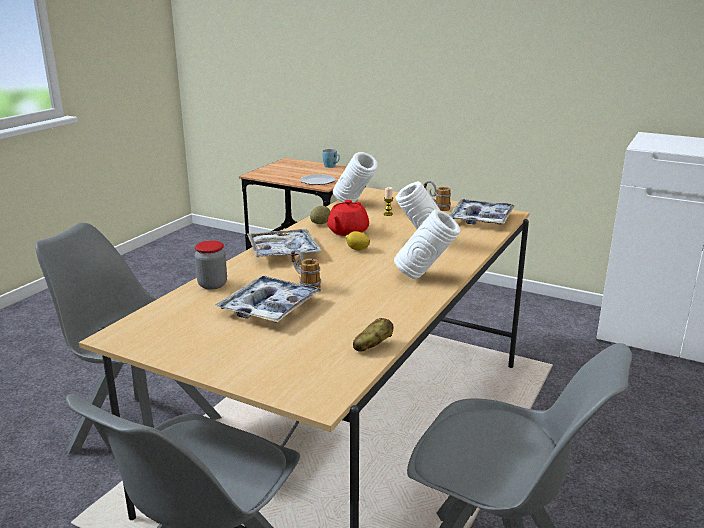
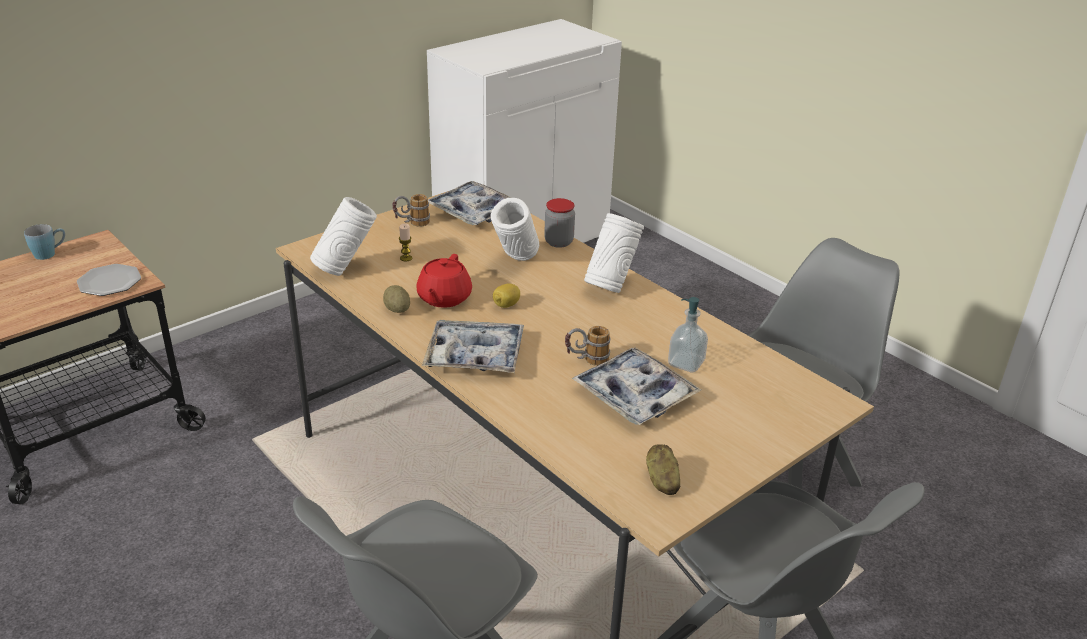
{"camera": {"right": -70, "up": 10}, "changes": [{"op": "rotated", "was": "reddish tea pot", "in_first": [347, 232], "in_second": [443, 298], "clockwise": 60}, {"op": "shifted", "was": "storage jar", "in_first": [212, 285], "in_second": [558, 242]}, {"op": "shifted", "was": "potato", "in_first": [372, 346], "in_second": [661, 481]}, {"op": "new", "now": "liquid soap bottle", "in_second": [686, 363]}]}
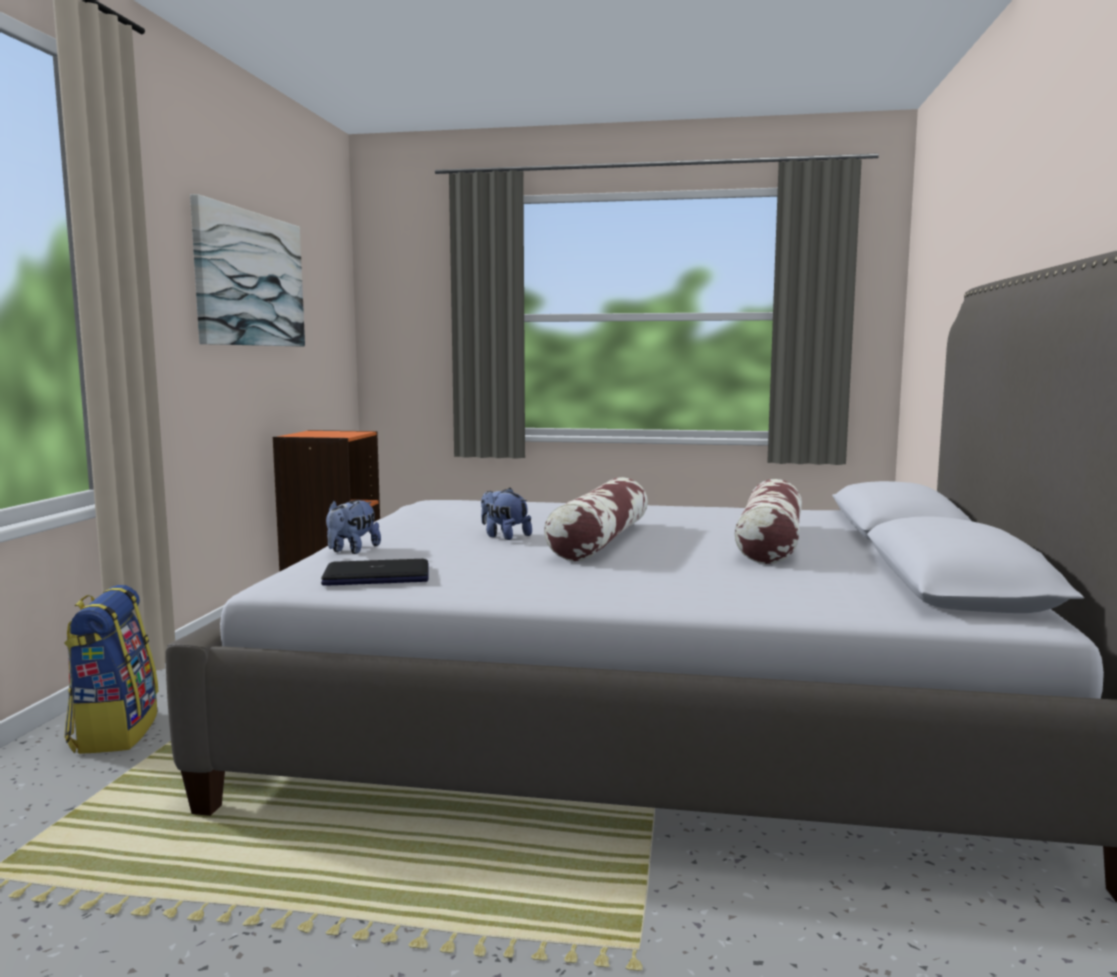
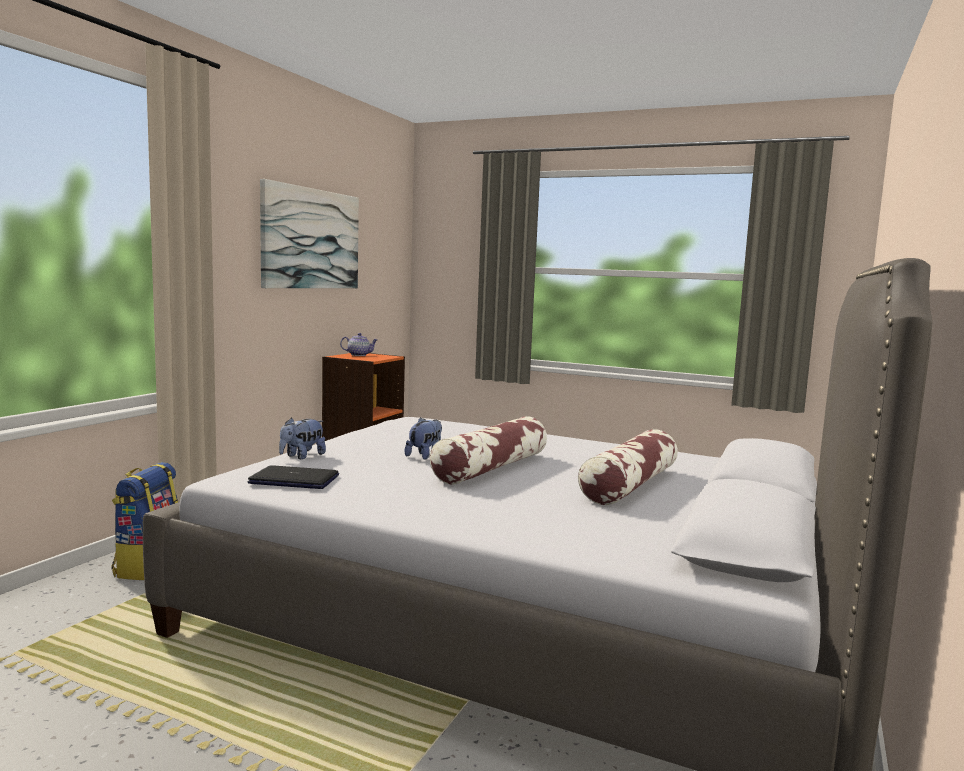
{"camera": {"right": 15, "up": 0}, "changes": [{"op": "new", "now": "tea pot", "in_second": [359, 355]}, {"op": "rotated", "was": "plush toy", "in_first": [504, 536], "in_second": [425, 455], "clockwise": 60}]}
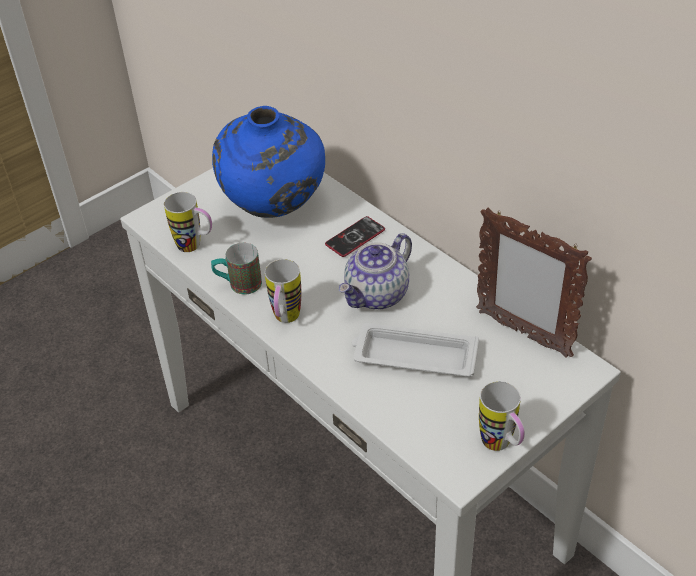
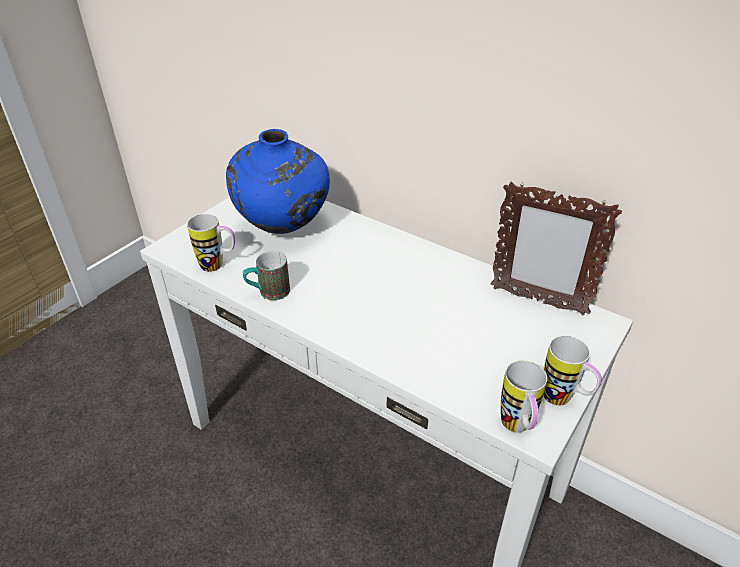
{"camera": {"right": -15, "up": -5}, "changes": [{"op": "shifted", "was": "coffee mug", "in_first": [285, 320], "in_second": [517, 429]}, {"op": "gone", "was": "telephone", "in_first": [355, 237]}, {"op": "gone", "was": "tea pot", "in_first": [377, 295]}, {"op": "gone", "was": "white-coloured tray", "in_first": [413, 356]}]}
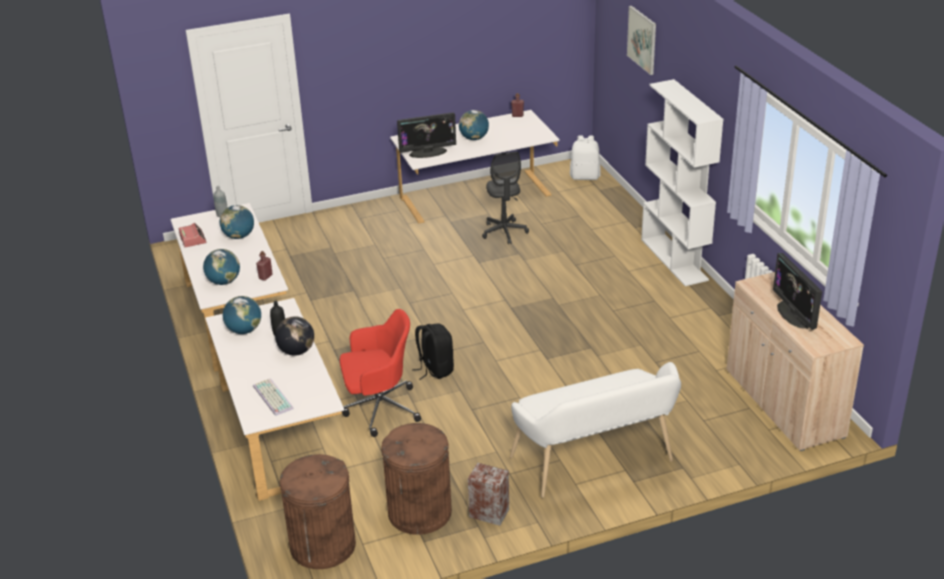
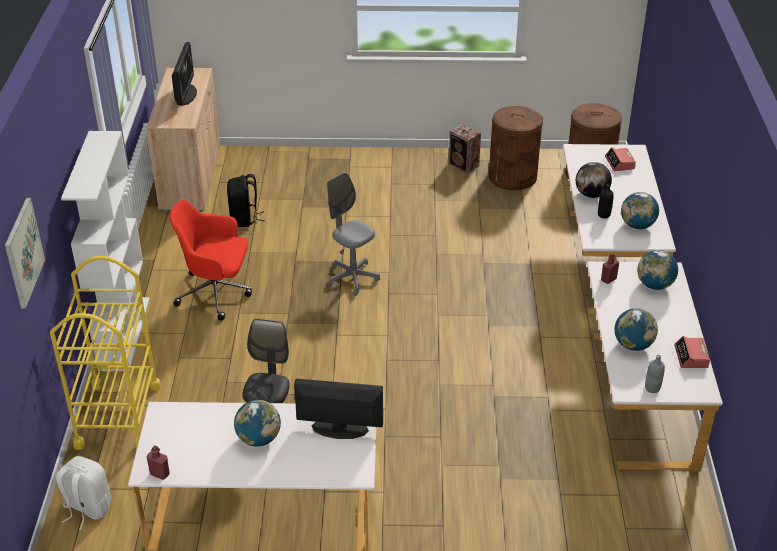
{"camera": {"right": -160, "up": 5}, "changes": [{"op": "new", "now": "yellowish cart", "in_second": [118, 416]}, {"op": "shifted", "was": "reddish office chair", "in_first": [379, 408], "in_second": [216, 293]}, {"op": "shifted", "was": "black-coloured backpack", "in_first": [435, 369], "in_second": [244, 219]}, {"op": "new", "now": "grey office chair", "in_second": [352, 278]}, {"op": "swapped", "was": "keyboard", "now": "table clock", "in_first": [271, 397], "in_second": [619, 163]}, {"op": "gone", "was": "white-coloured long seat", "in_first": [596, 463]}]}
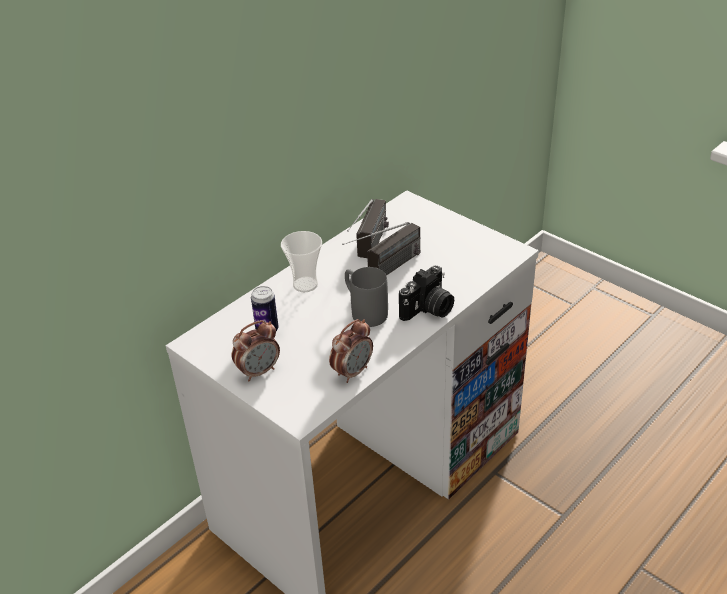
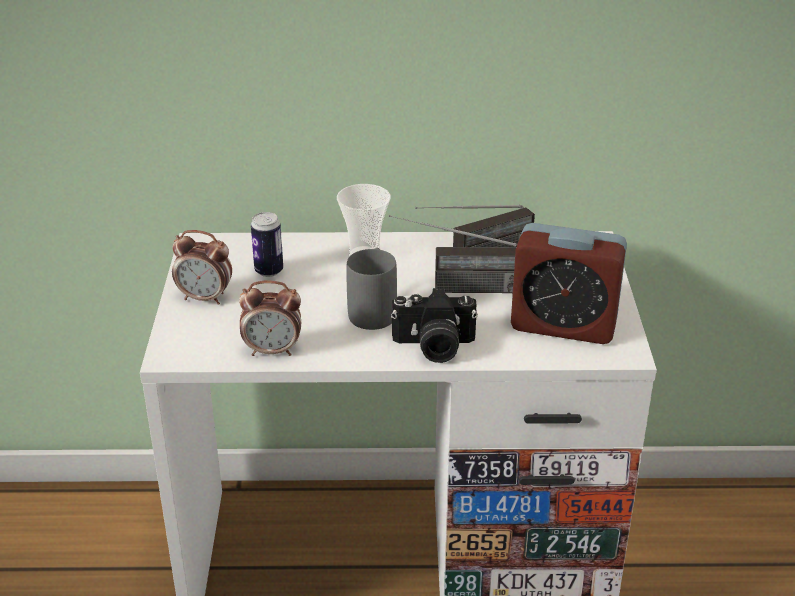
{"camera": {"right": 45, "up": -5}, "changes": [{"op": "new", "now": "table clock", "in_second": [563, 325]}]}
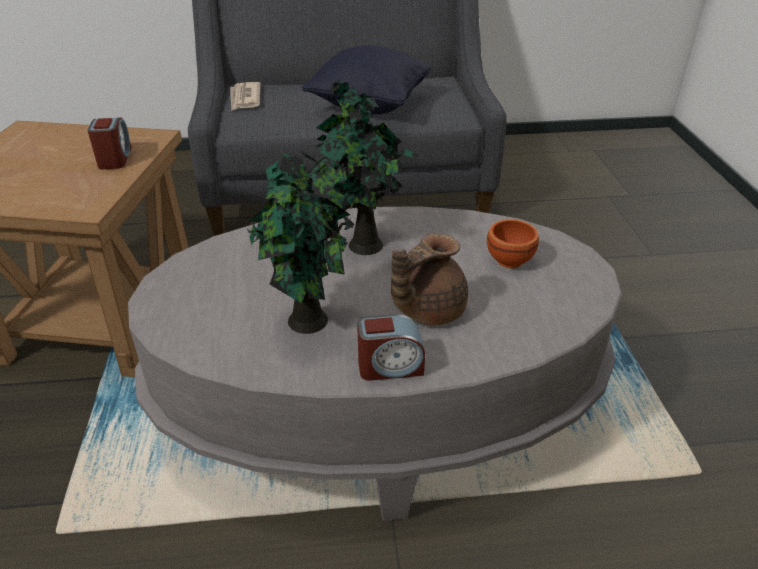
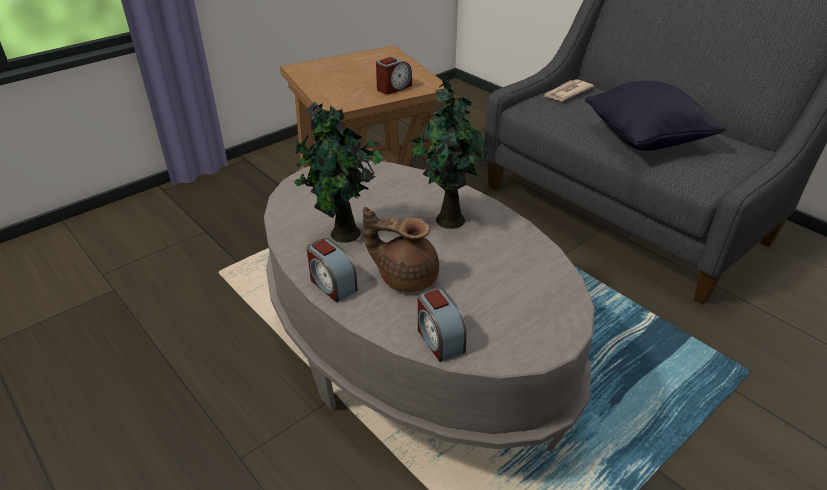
{"camera": {"right": 55, "up": 0}, "changes": [{"op": "new", "now": "table clock", "in_second": [439, 339]}, {"op": "gone", "was": "brown serving bowl", "in_first": [511, 260]}]}
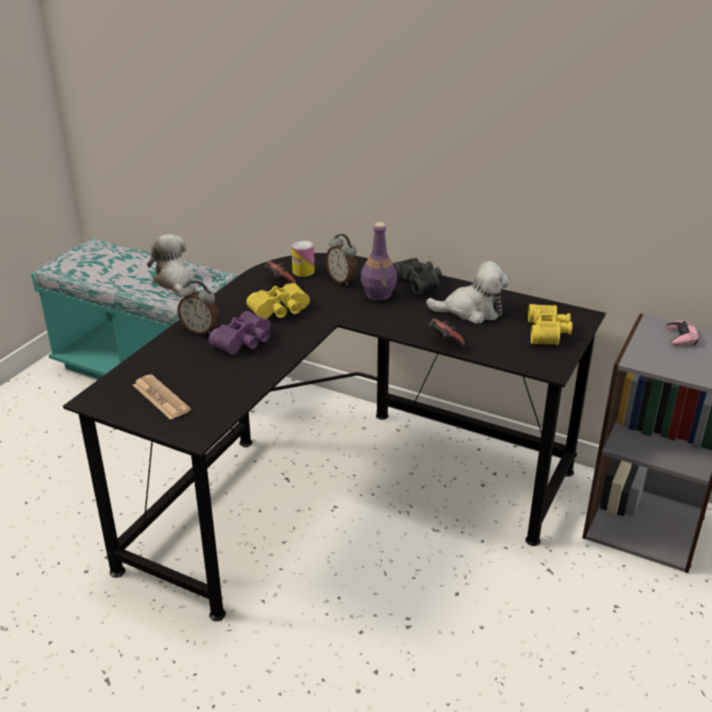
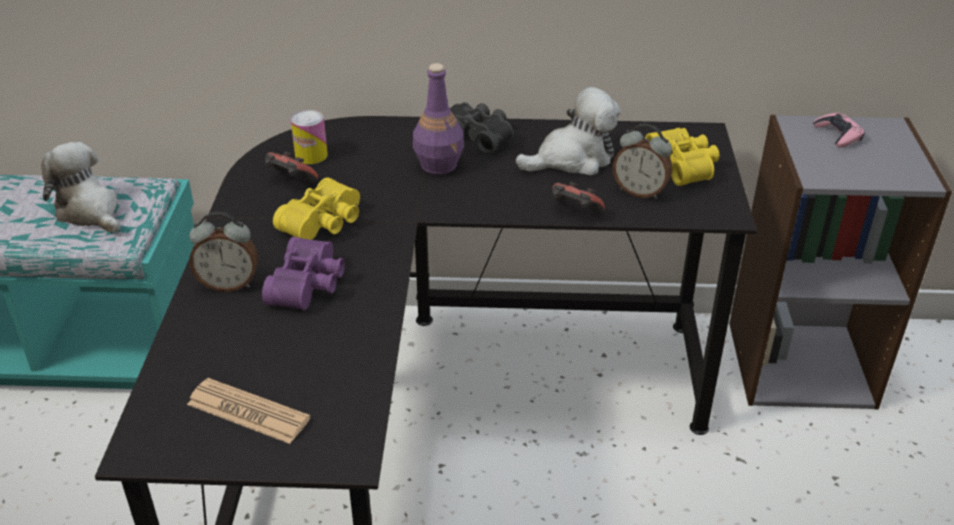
{"camera": {"right": -25, "up": 5}, "changes": [{"op": "shifted", "was": "table clock", "in_first": [342, 280], "in_second": [640, 192]}]}
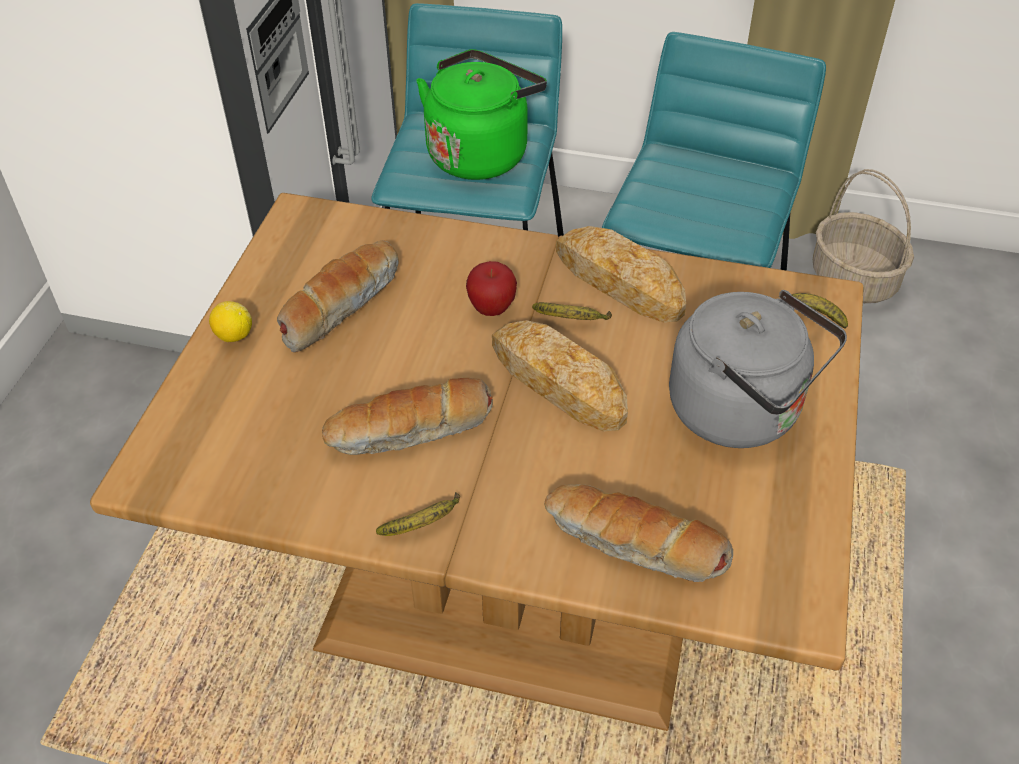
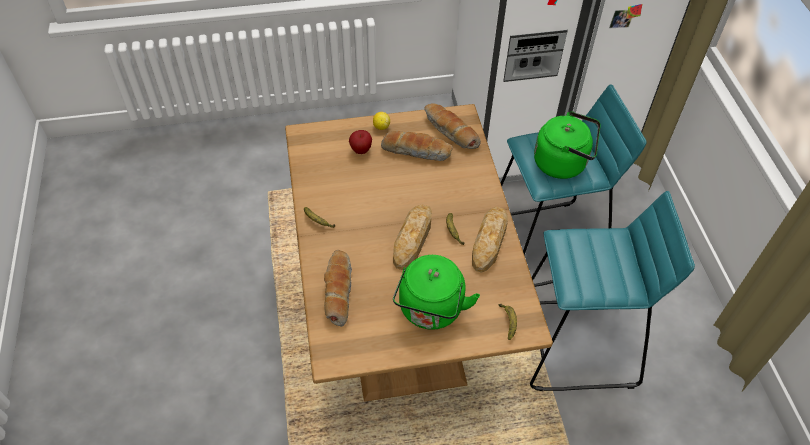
{"camera": {"right": 65, "up": 5}, "changes": [{"op": "shifted", "was": "apple fruit", "in_first": [492, 309], "in_second": [361, 150]}, {"op": "repainted", "was": "grey tea kettle", "now": "green tea kettle", "in_first": [742, 412], "in_second": [430, 311]}, {"op": "shifted", "was": "bread", "in_first": [411, 431], "in_second": [450, 132]}, {"op": "gone", "was": "household basket", "in_first": [854, 280]}]}
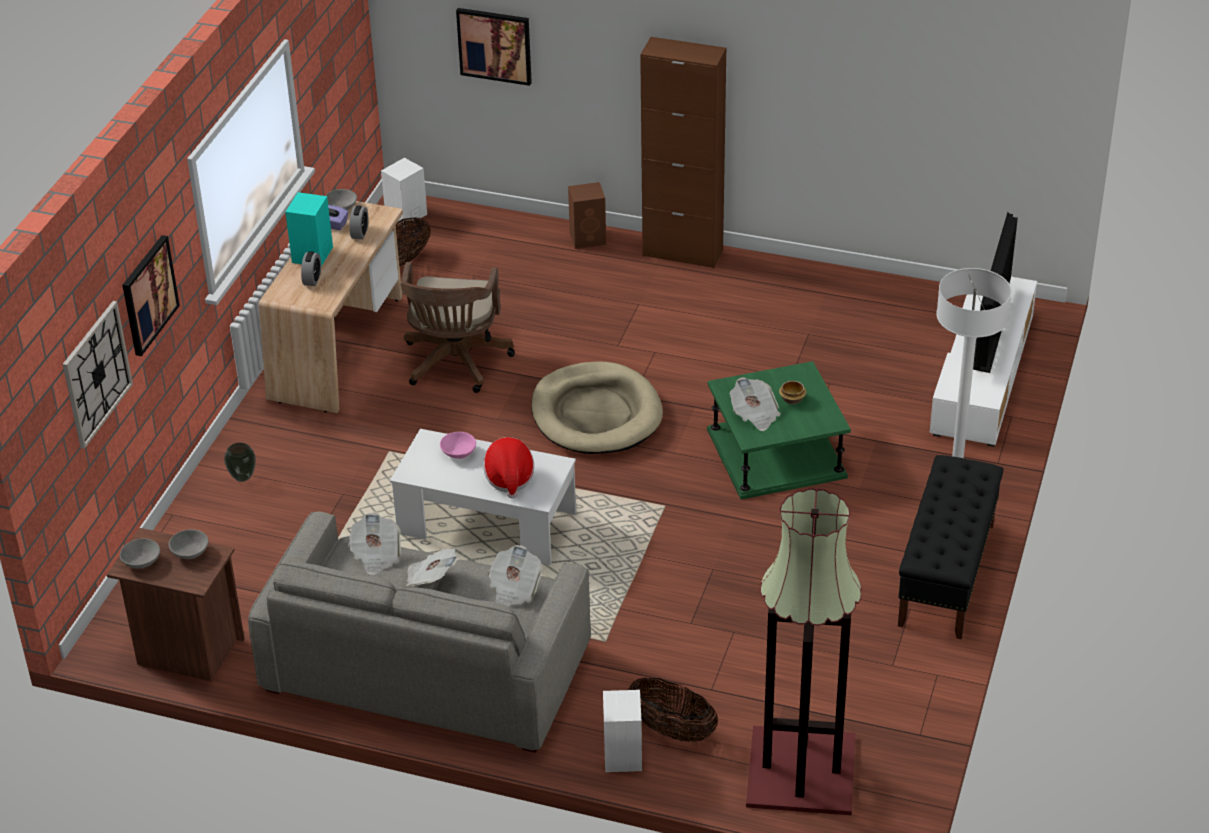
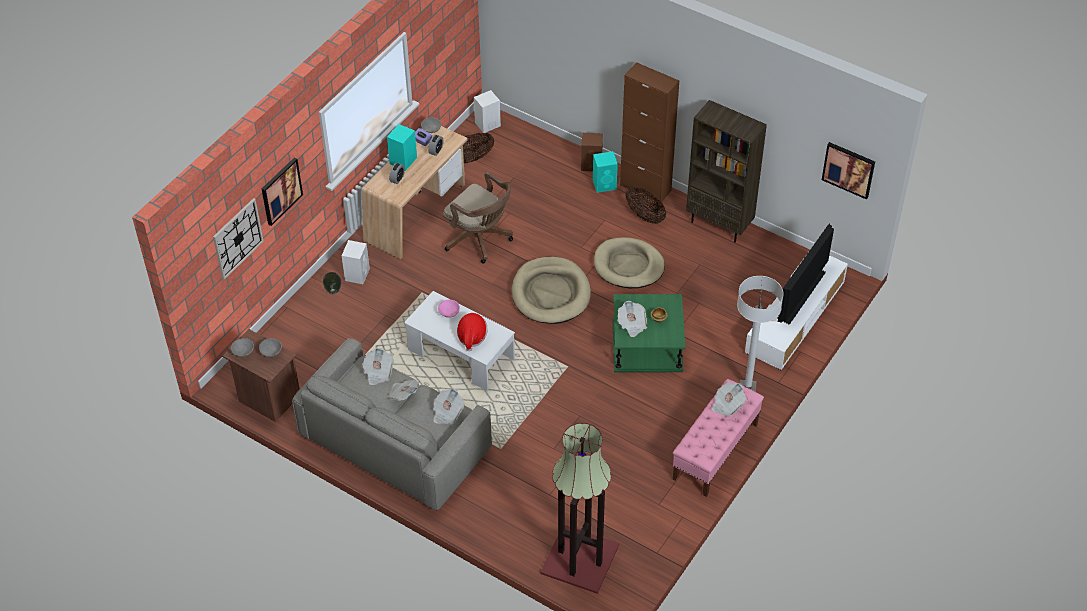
{"camera": {"right": 15, "up": 10}, "changes": [{"op": "shifted", "was": "white-coloured speaker", "in_first": [623, 755], "in_second": [357, 274]}, {"op": "rotated", "was": "brown office chair", "in_first": [455, 364], "in_second": [480, 239], "clockwise": -75}, {"op": "new", "now": "turquoise-coloured speaker", "in_second": [605, 184]}, {"op": "new", "now": "beige-coloured pet bed", "in_second": [628, 266]}, {"op": "shifted", "was": "household basket", "in_first": [671, 730], "in_second": [645, 215]}, {"op": "repainted", "was": "black-coloured long seat", "now": "pink long seat", "in_first": [946, 575], "in_second": [715, 452]}, {"op": "new", "now": "brown bookshelf", "in_second": [719, 224]}, {"op": "new", "now": "printed paper", "in_second": [727, 405]}, {"op": "shifted", "was": "wall picture", "in_first": [495, 45], "in_second": [848, 169]}]}
